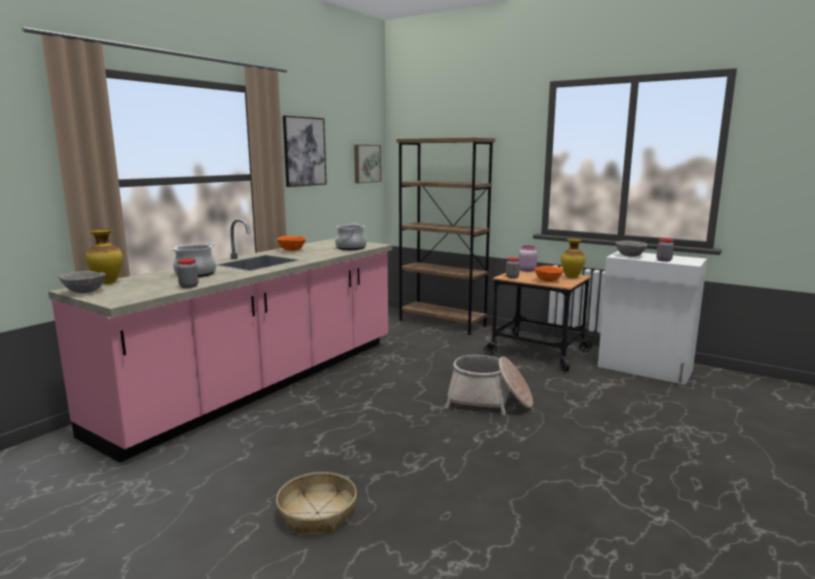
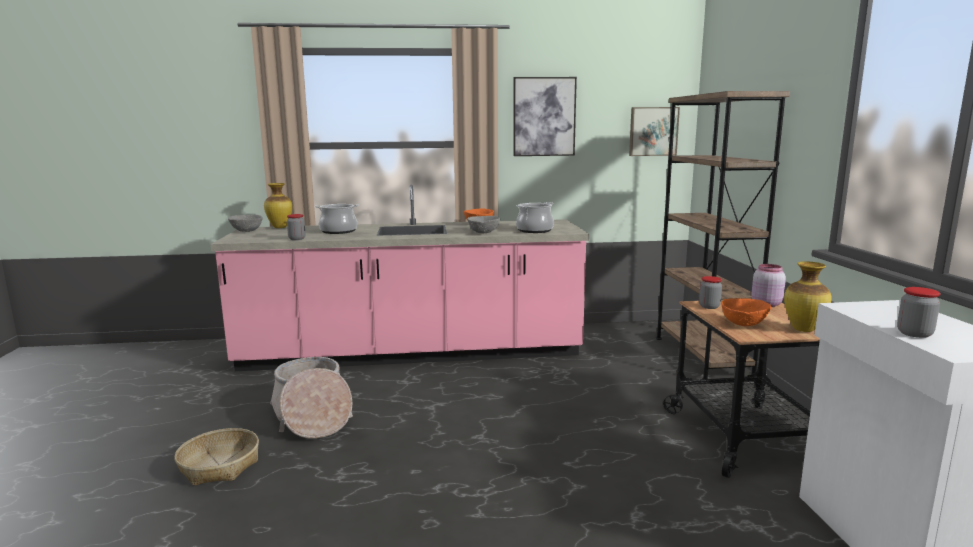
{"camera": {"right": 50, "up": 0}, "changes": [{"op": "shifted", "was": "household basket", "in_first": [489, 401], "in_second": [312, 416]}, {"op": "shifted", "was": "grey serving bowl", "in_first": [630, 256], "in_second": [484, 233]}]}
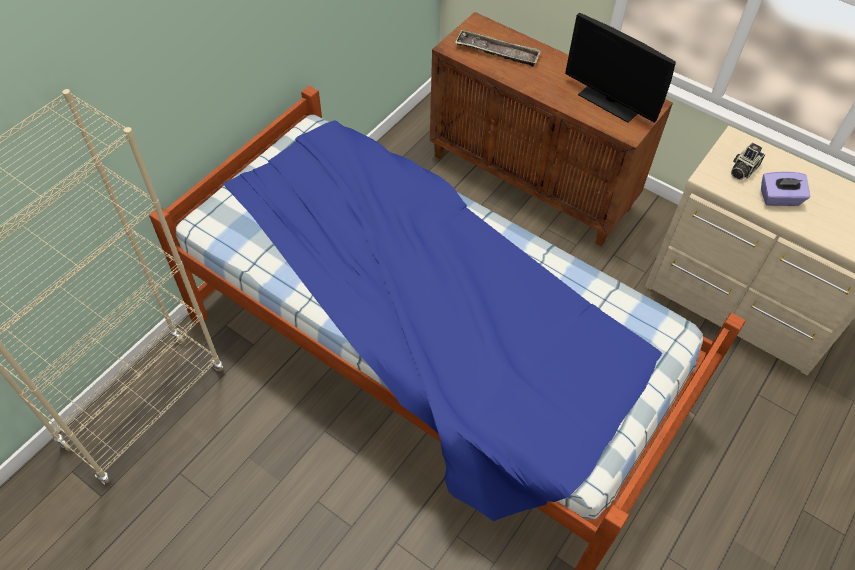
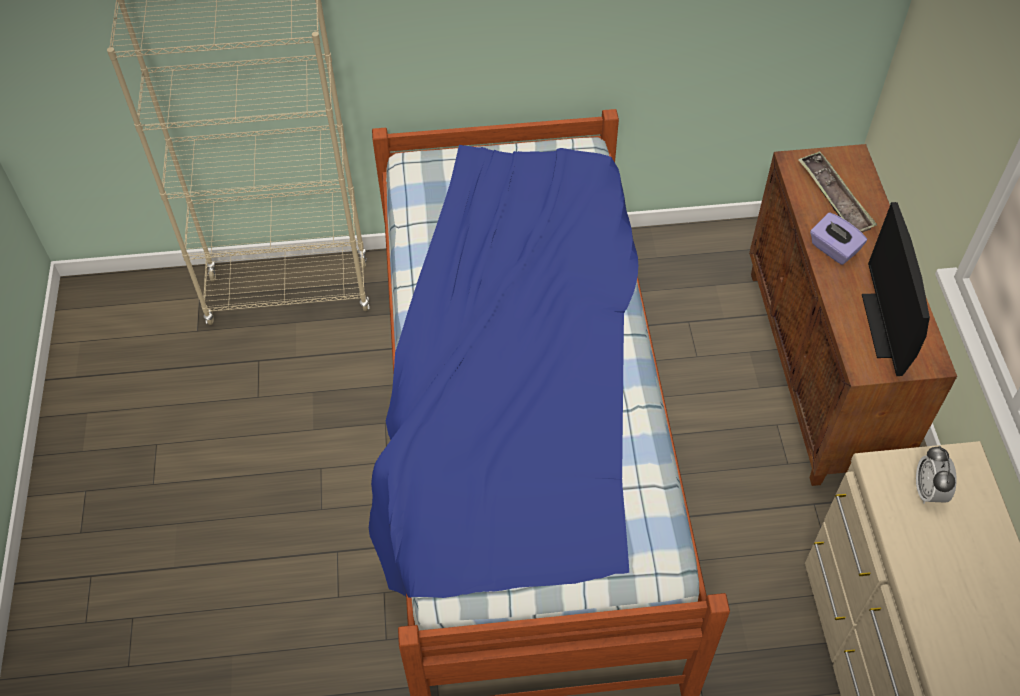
{"camera": {"right": 50, "up": 0}, "changes": [{"op": "shifted", "was": "purple tissue box", "in_first": [779, 198], "in_second": [833, 249]}, {"op": "swapped", "was": "still camera", "now": "table clock", "in_first": [742, 170], "in_second": [928, 491]}]}
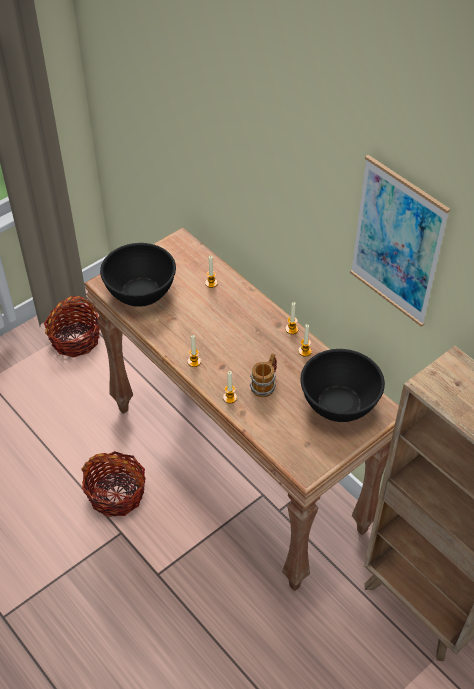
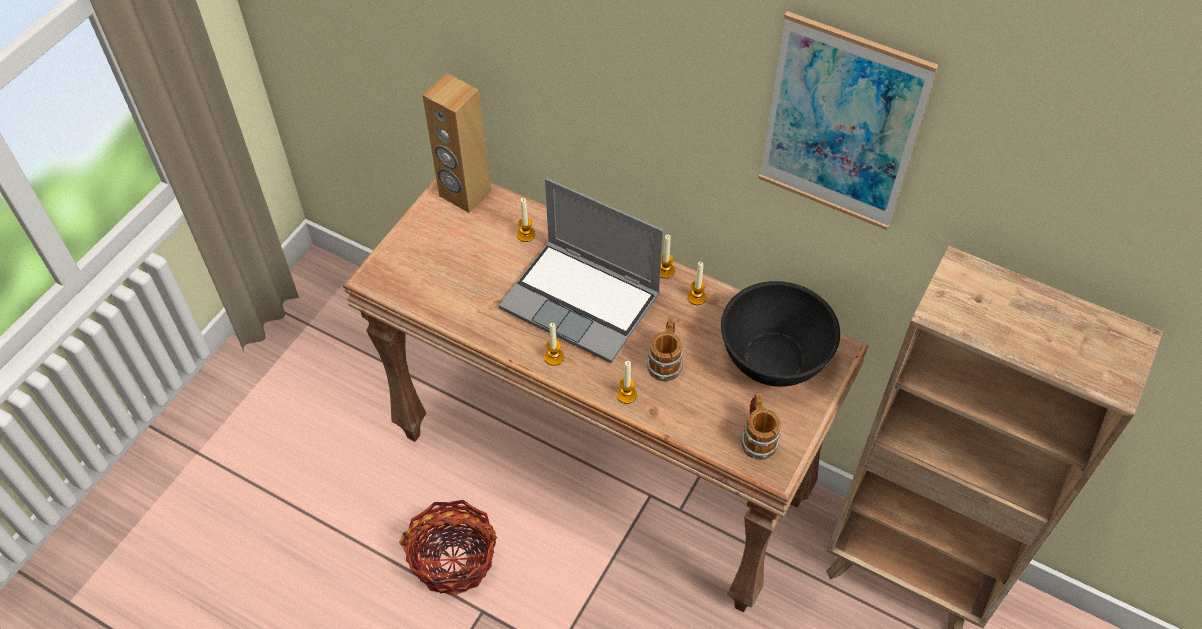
{"camera": {"right": -20, "up": 5}, "changes": [{"op": "new", "now": "brown speaker", "in_second": [464, 194]}, {"op": "new", "now": "portable computer", "in_second": [583, 301]}, {"op": "new", "now": "coffee mug", "in_second": [757, 437]}, {"op": "gone", "was": "household basket", "in_first": [75, 339]}, {"op": "gone", "was": "black-coloured serving bowl", "in_first": [140, 292]}]}
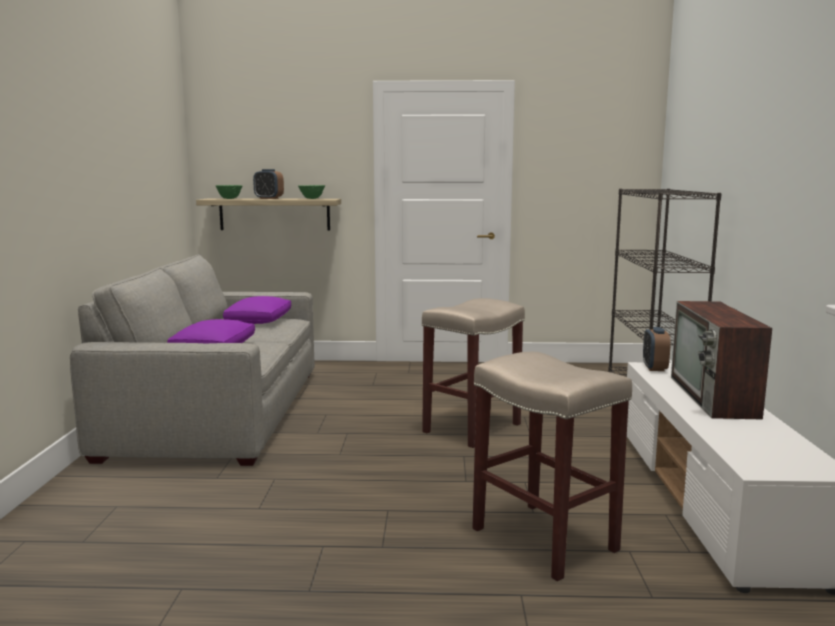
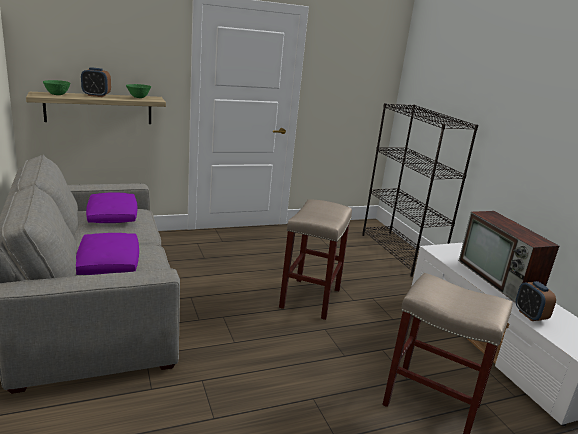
{"camera": {"right": -25, "up": 10}, "changes": [{"op": "shifted", "was": "table clock", "in_first": [654, 368], "in_second": [530, 315]}]}
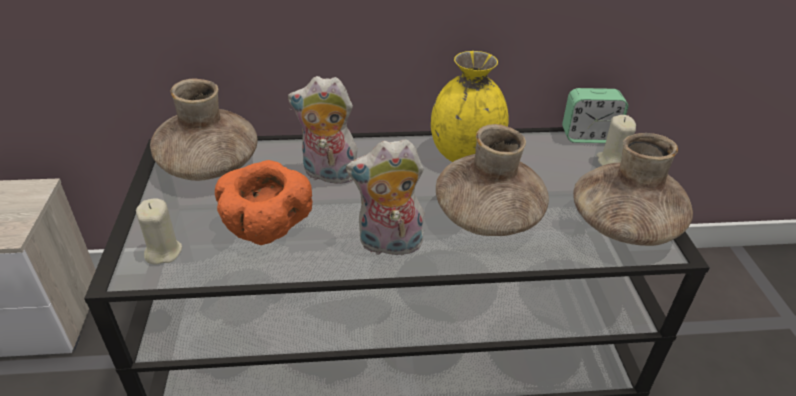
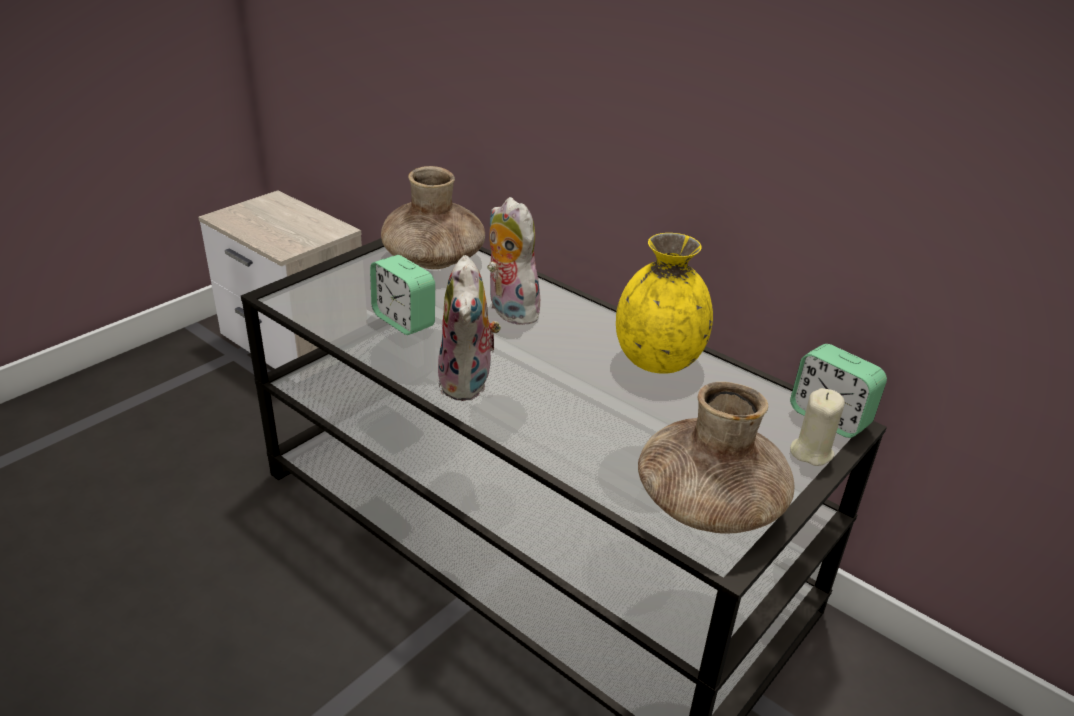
{"camera": {"right": 45, "up": -5}, "changes": [{"op": "swapped", "was": "orange serving bowl", "now": "table clock", "in_first": [267, 229], "in_second": [404, 320]}, {"op": "rotated", "was": "plush toy", "in_first": [389, 245], "in_second": [468, 383], "clockwise": -135}, {"op": "gone", "was": "beige-coloured candle", "in_first": [163, 252]}, {"op": "gone", "was": "brown vase", "in_first": [488, 217]}]}
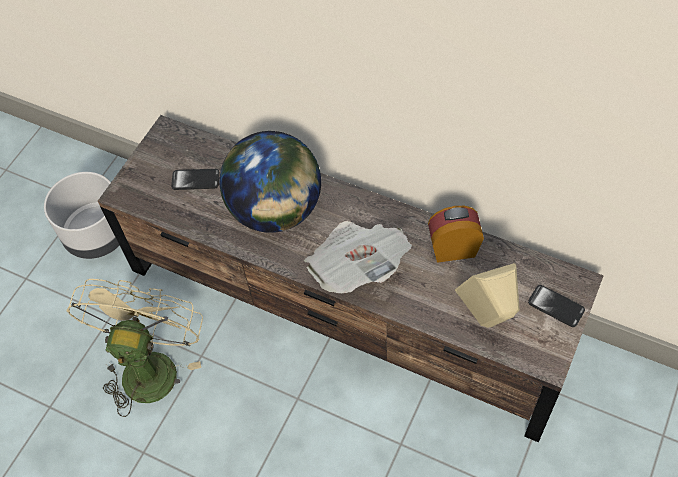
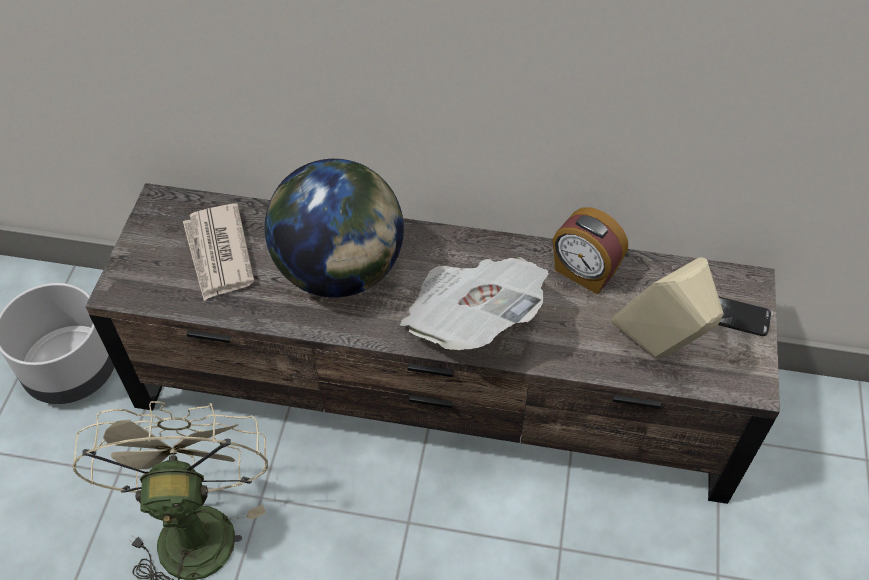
{"camera": {"right": -20, "up": -5}, "changes": [{"op": "swapped", "was": "telephone", "now": "printed paper", "in_first": [195, 180], "in_second": [218, 254]}, {"op": "rotated", "was": "table clock", "in_first": [453, 248], "in_second": [584, 273], "clockwise": -120}]}
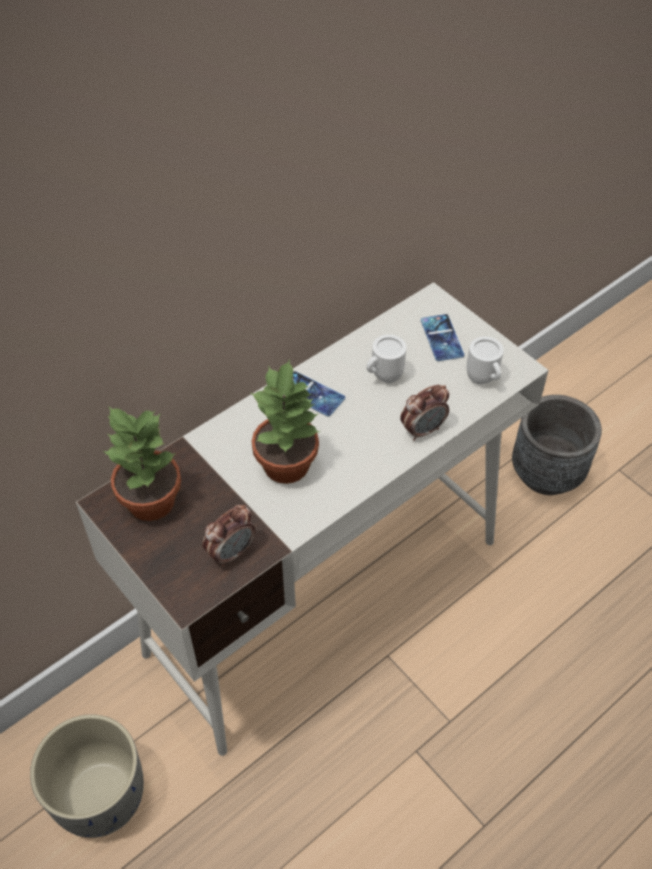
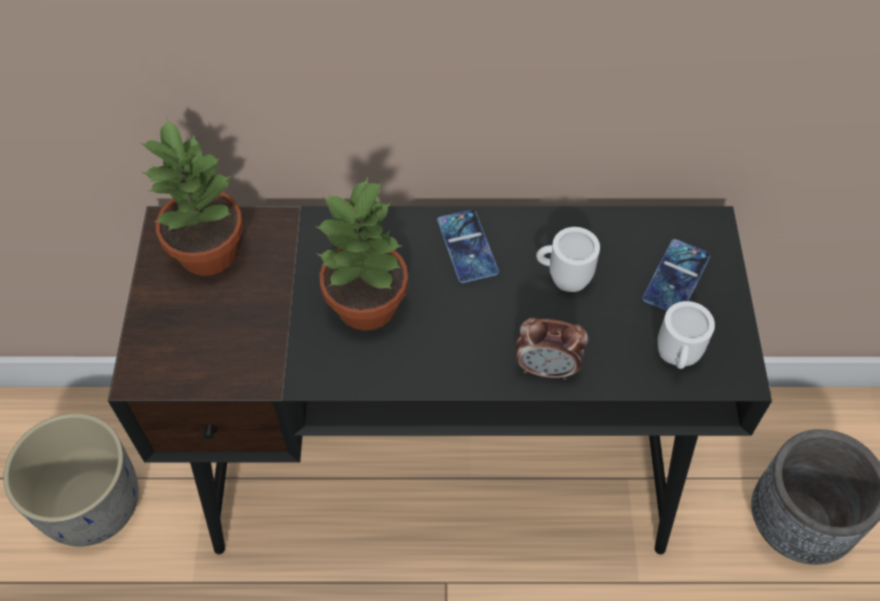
{"camera": {"right": 40, "up": 5}, "changes": [{"op": "repainted", "was": "white-coloured desk table", "now": "black-coloured desk table", "in_first": [326, 594], "in_second": [442, 475]}, {"op": "gone", "was": "table clock", "in_first": [231, 552]}]}
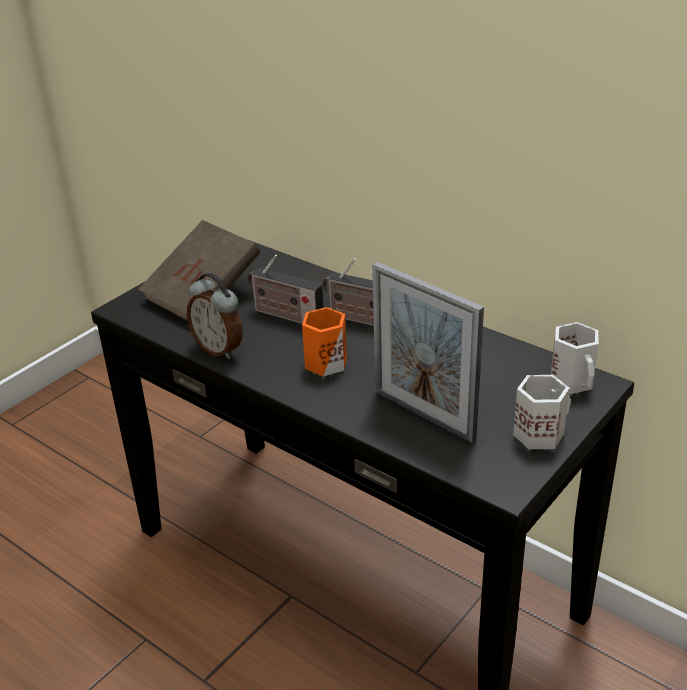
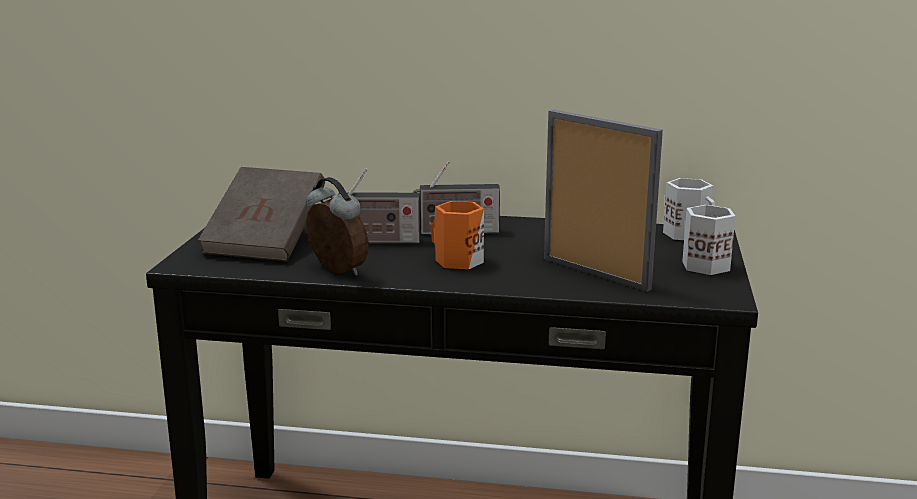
{"camera": {"right": -30, "up": -15}, "changes": [{"op": "rotated", "was": "table clock", "in_first": [219, 349], "in_second": [336, 271], "clockwise": -150}, {"op": "rotated", "was": "photo frame", "in_first": [423, 415], "in_second": [595, 274], "clockwise": -150}]}
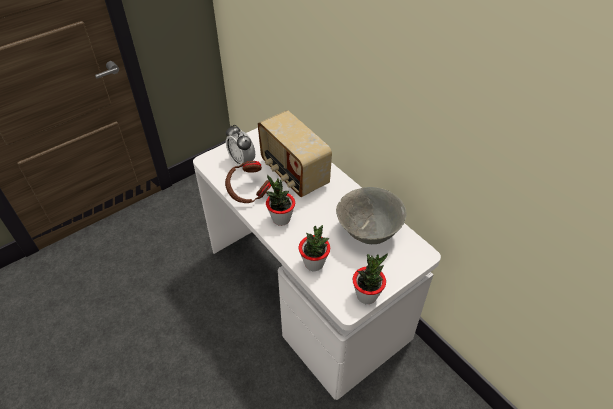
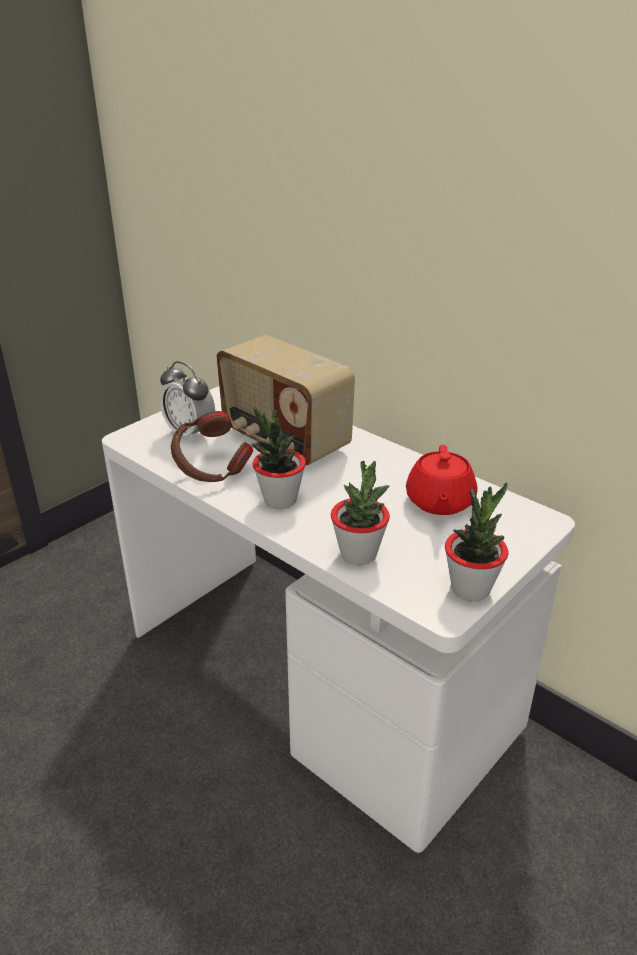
{"camera": {"right": -10, "up": -15}, "changes": [{"op": "swapped", "was": "grey serving bowl", "now": "reddish tea pot", "in_first": [368, 232], "in_second": [439, 502]}]}
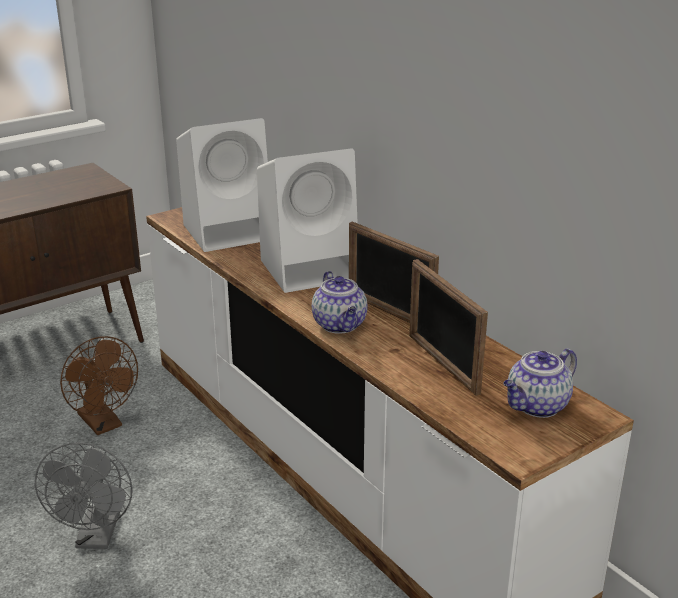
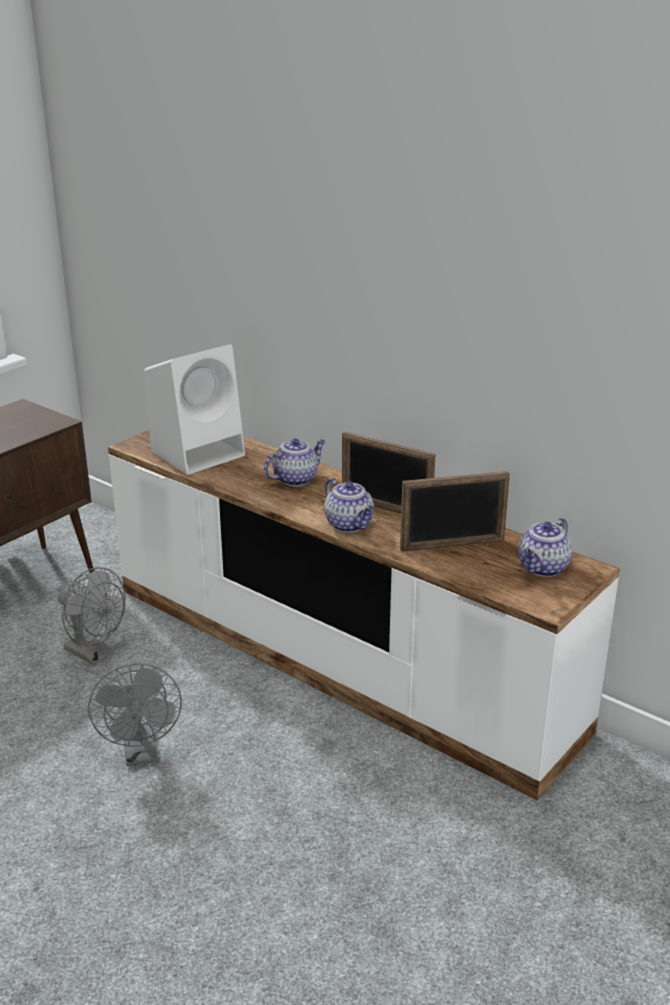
{"camera": {"right": -15, "up": 0}, "changes": [{"op": "repainted", "was": "brown fan", "now": "grey fan", "in_first": [104, 424], "in_second": [95, 654]}, {"op": "swapped", "was": "white-coloured speaker", "now": "tea pot", "in_first": [311, 269], "in_second": [296, 479]}, {"op": "rotated", "was": "photo frame", "in_first": [442, 364], "in_second": [452, 545], "clockwise": -60}]}
